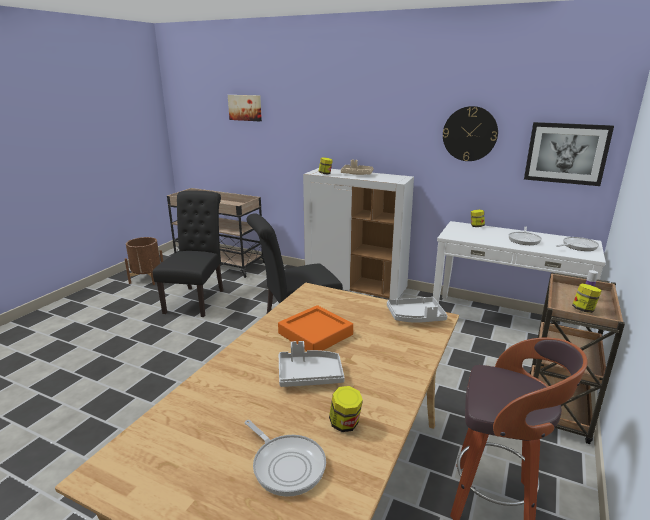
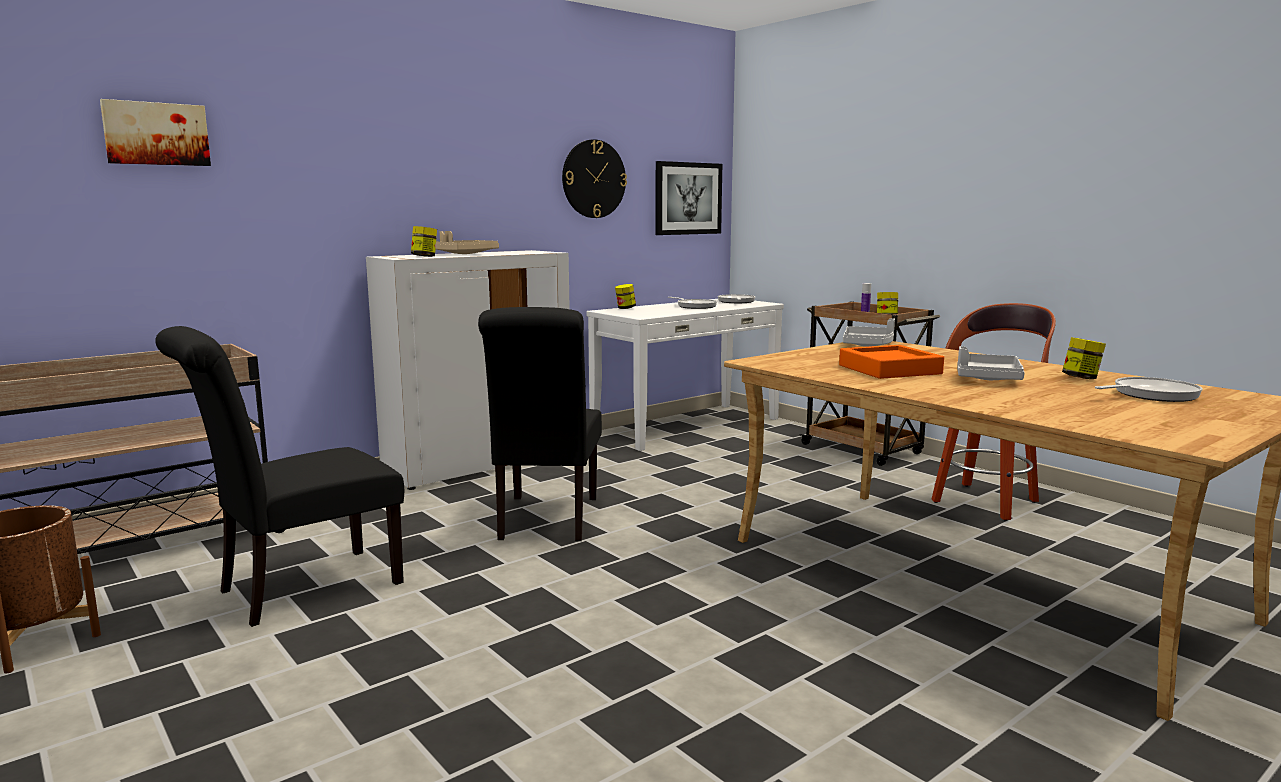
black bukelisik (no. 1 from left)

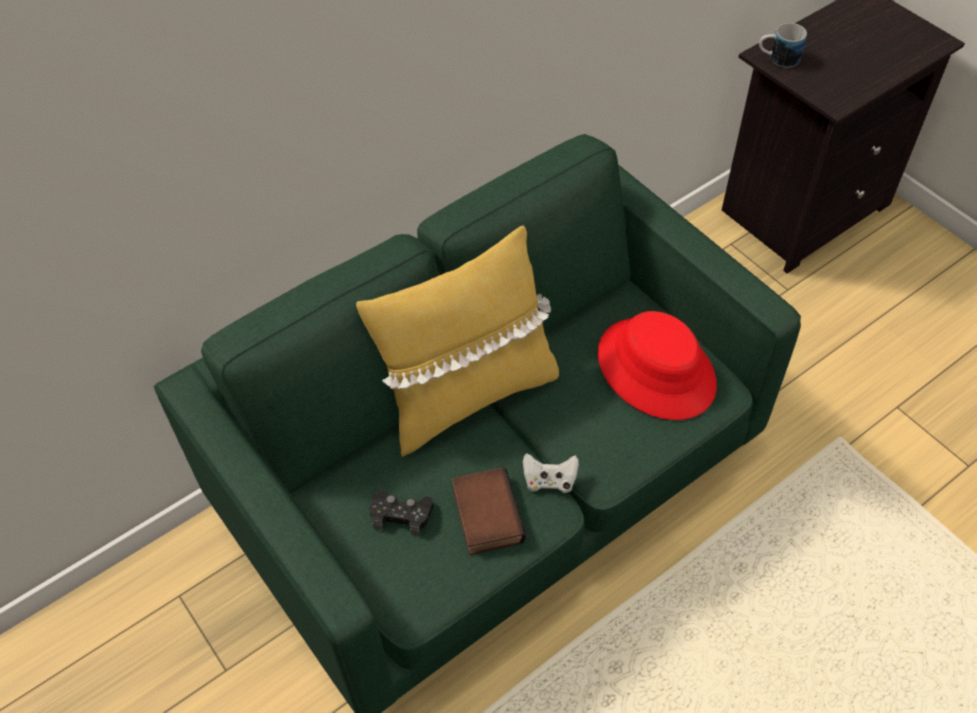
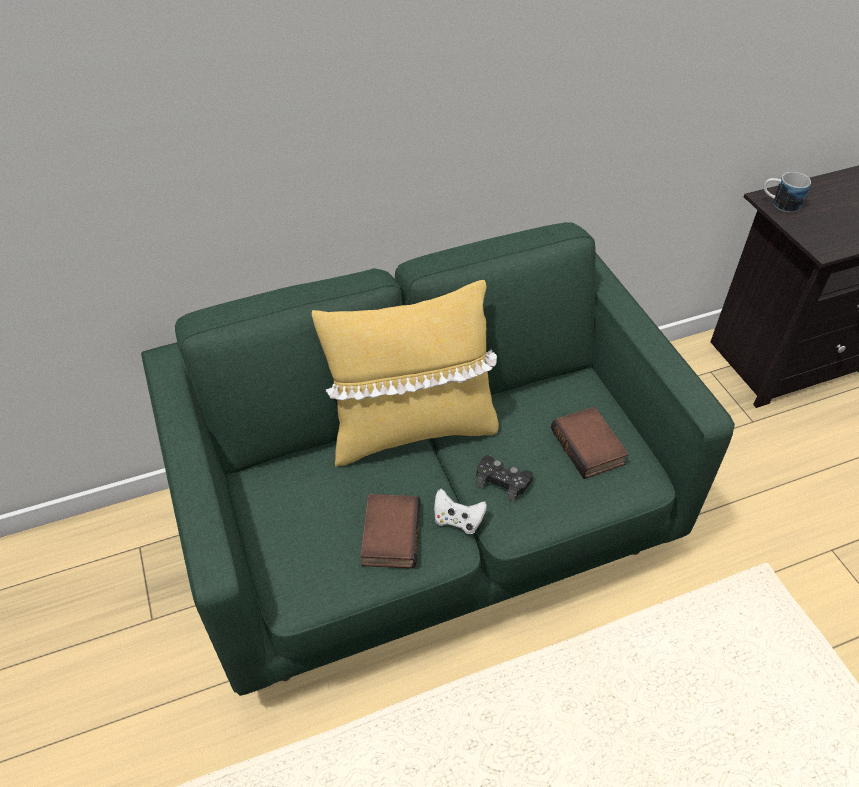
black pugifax; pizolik (no. 2 from left)

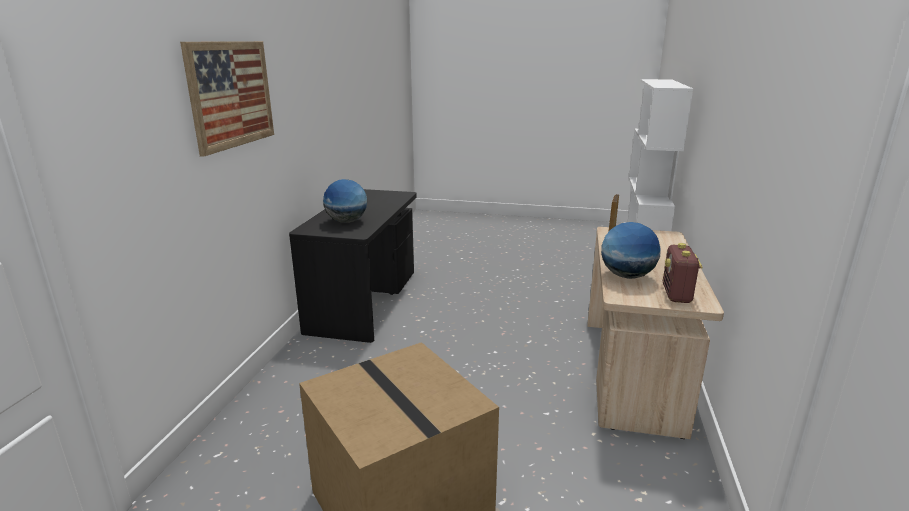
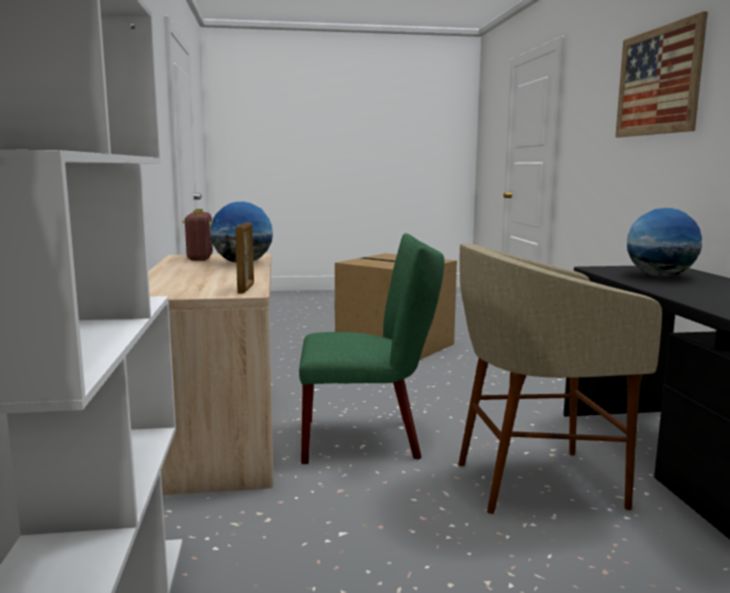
green bukelisik; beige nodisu

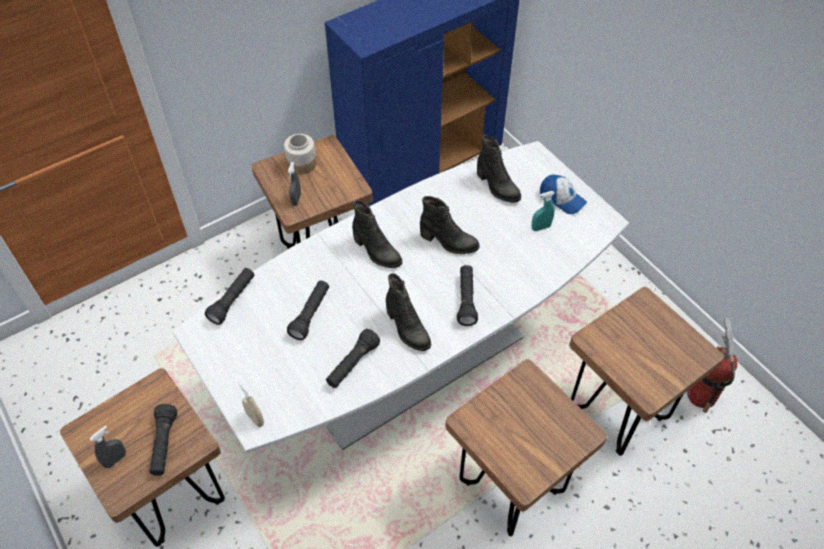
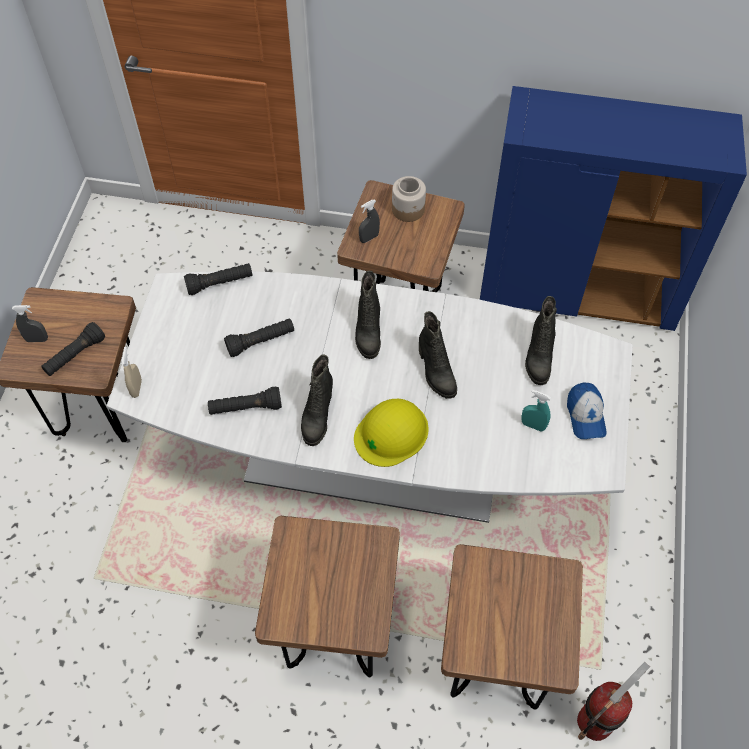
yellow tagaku

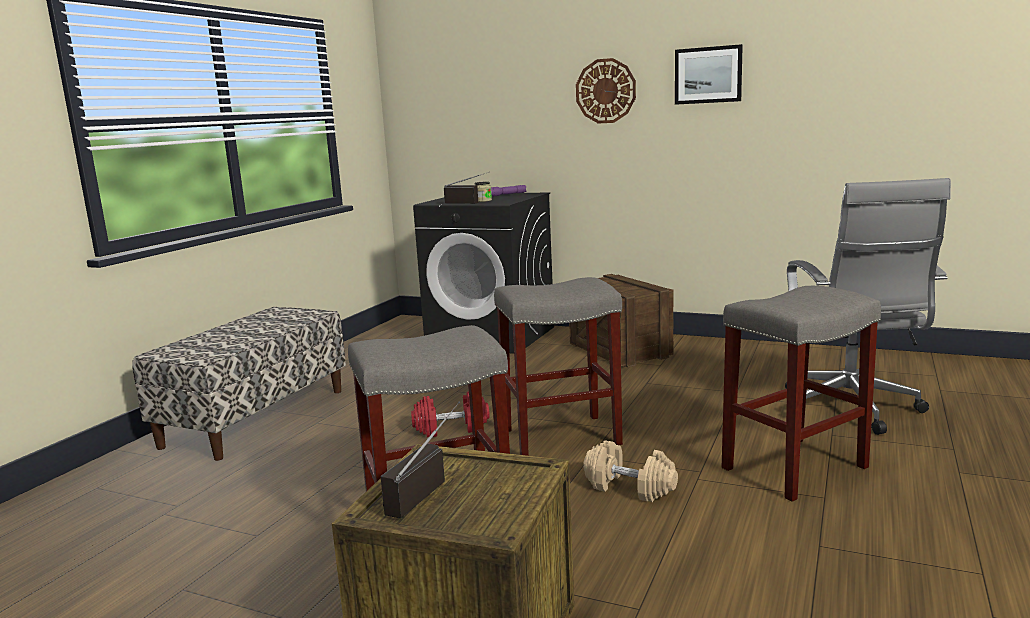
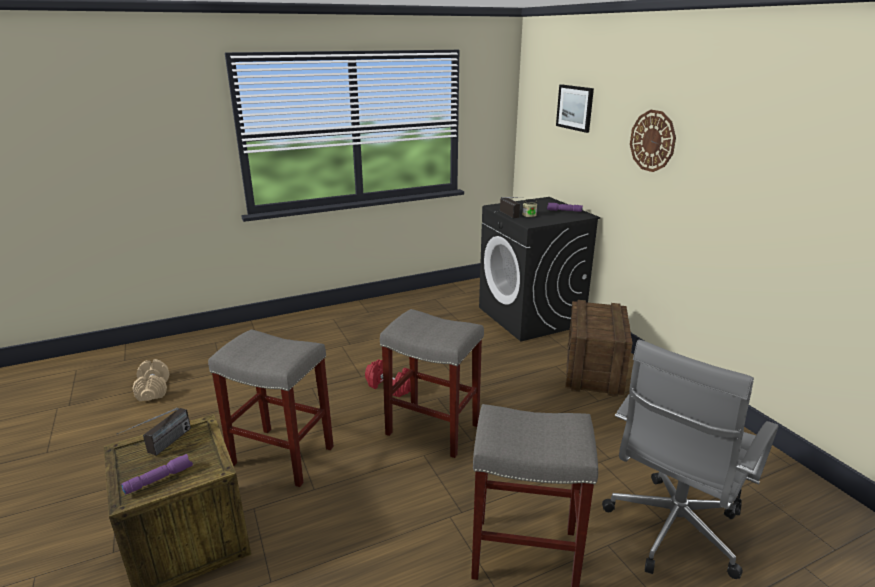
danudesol; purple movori (no. 1 from left); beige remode; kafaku; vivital (no. 1 from left)

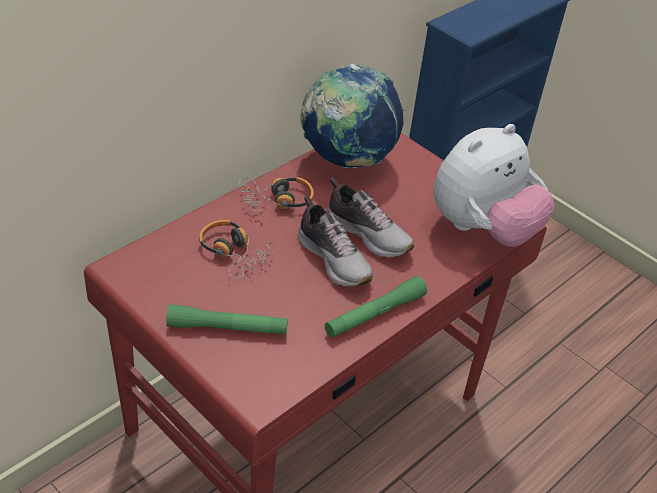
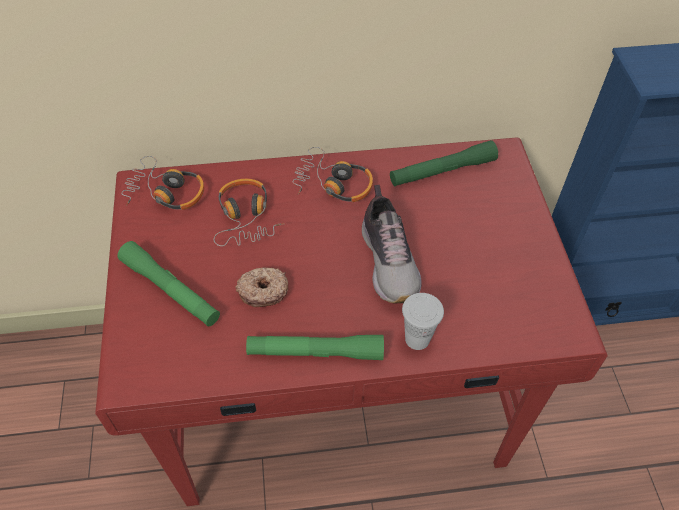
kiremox (no. 1 from left in the first image); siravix; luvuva (no. 1 from left); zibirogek; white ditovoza; green movori (no. 3 from left)

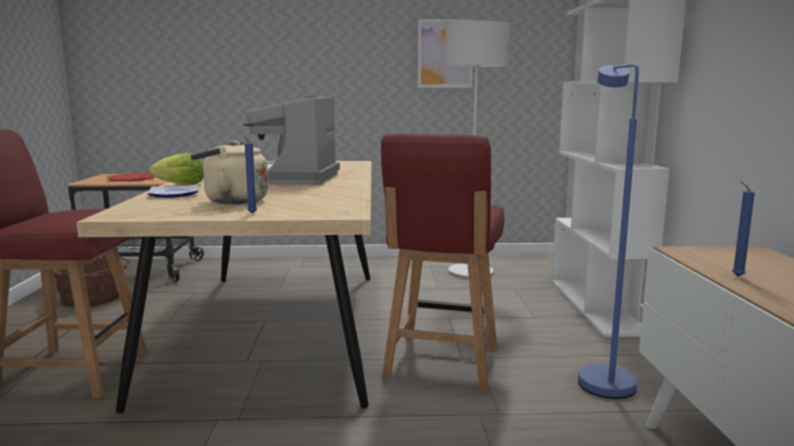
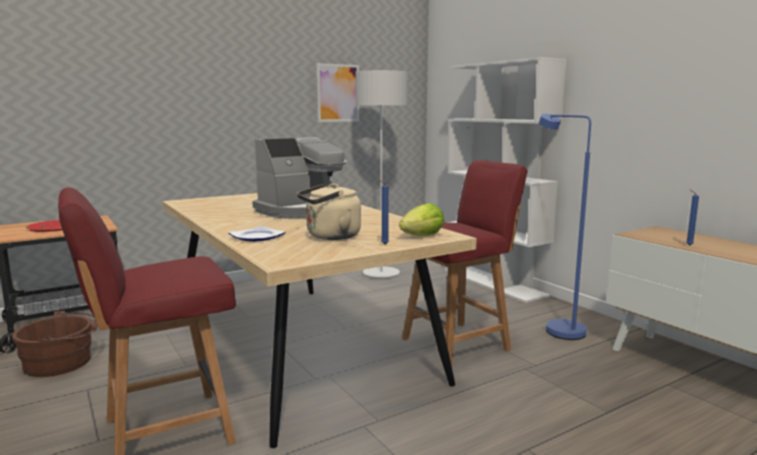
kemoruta; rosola; red bukelisik (no. 2 from left)

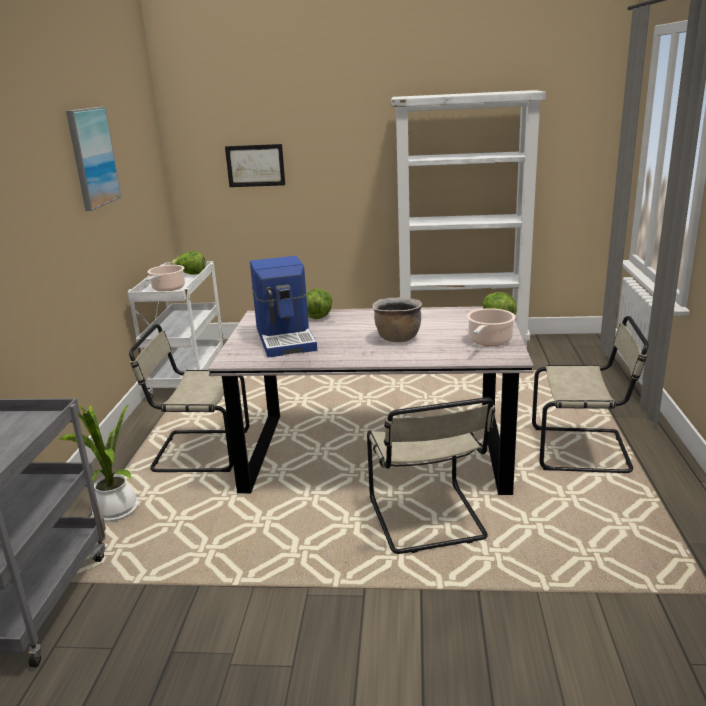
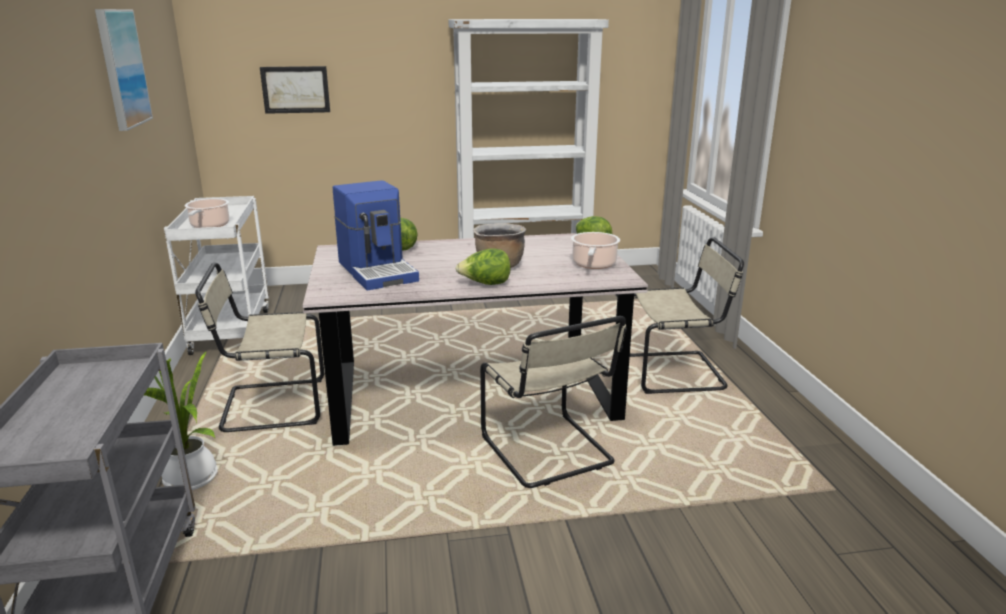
kemoruta (no. 2 from left)

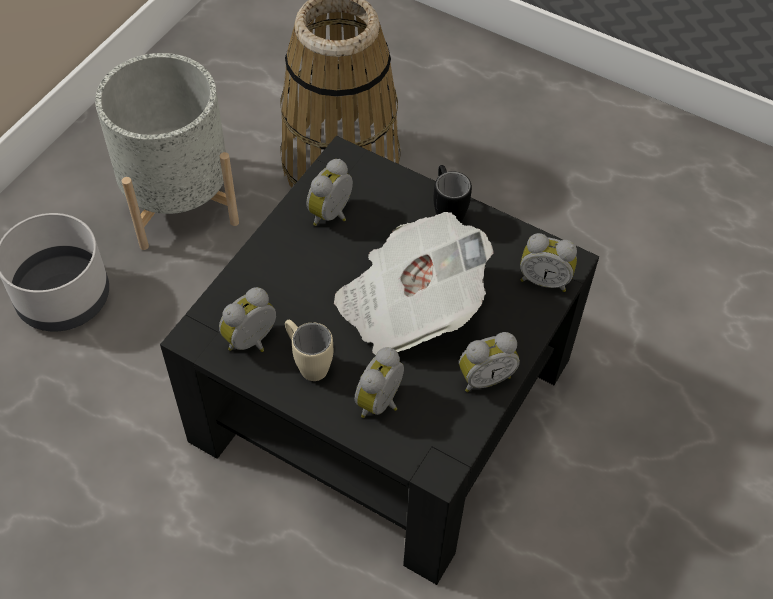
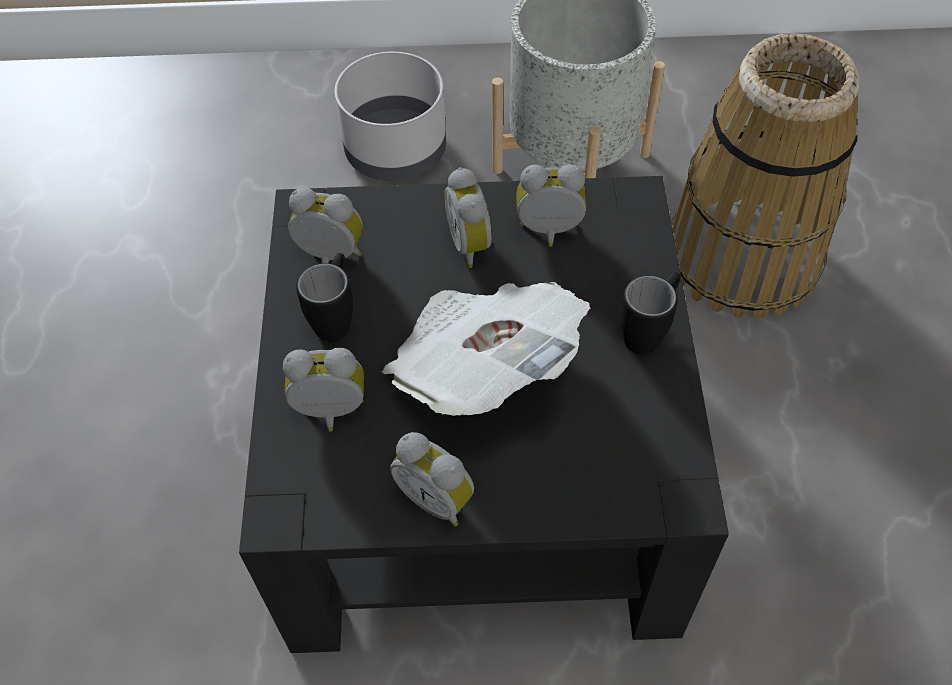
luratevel (no. 4 from left); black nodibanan (no. 1 from left)

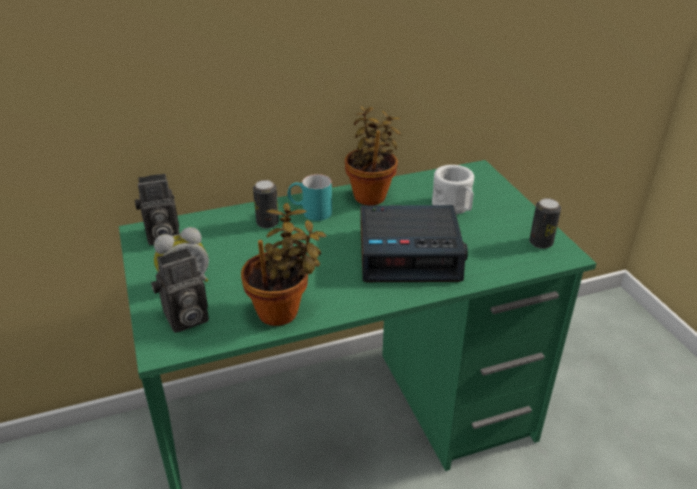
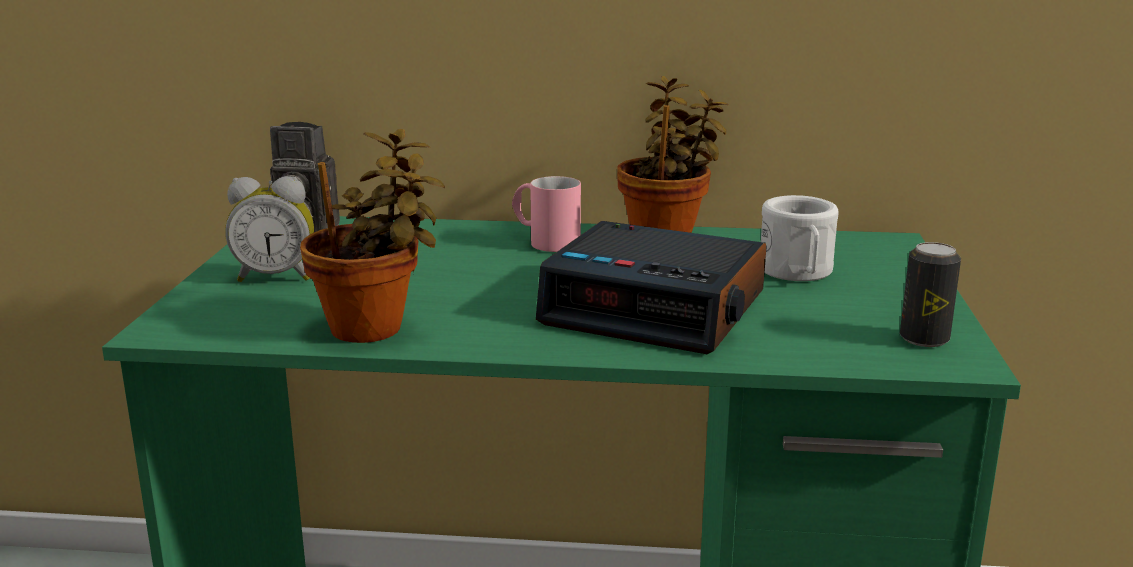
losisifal (no. 2 from left in the first image); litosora (no. 1 from left in the first image); pink nodibanan

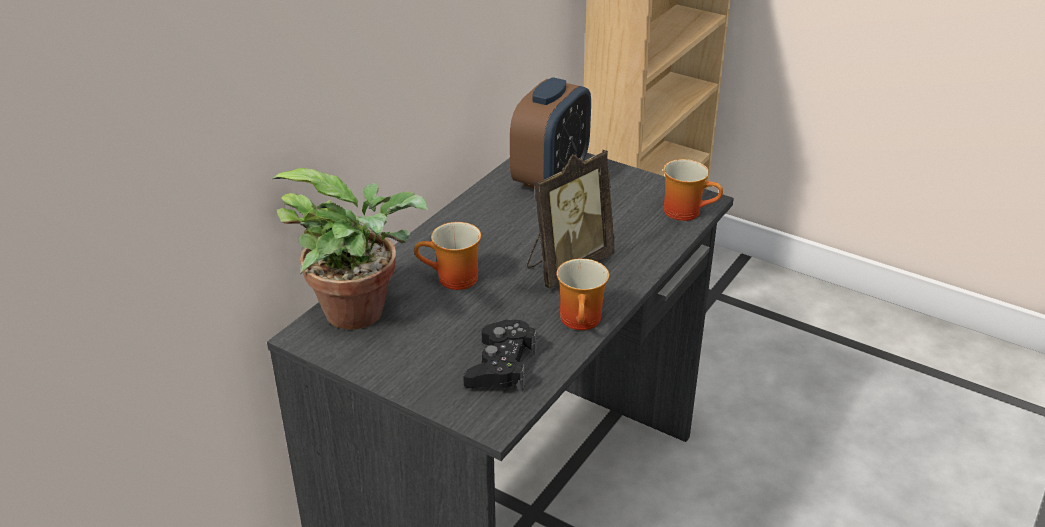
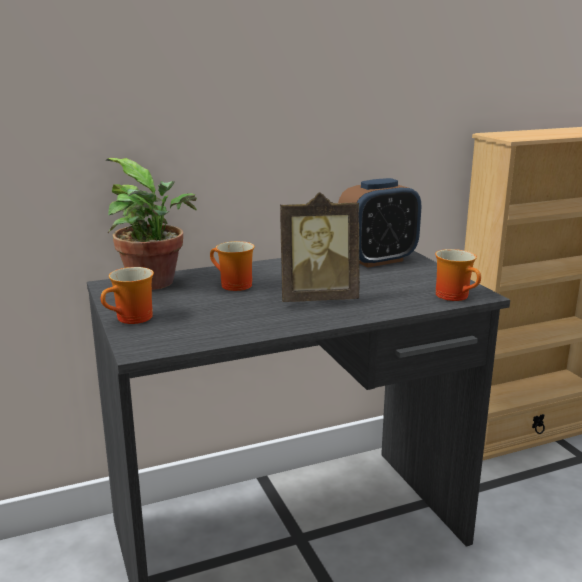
black pugifax; nodibanan (no. 1 from left)

